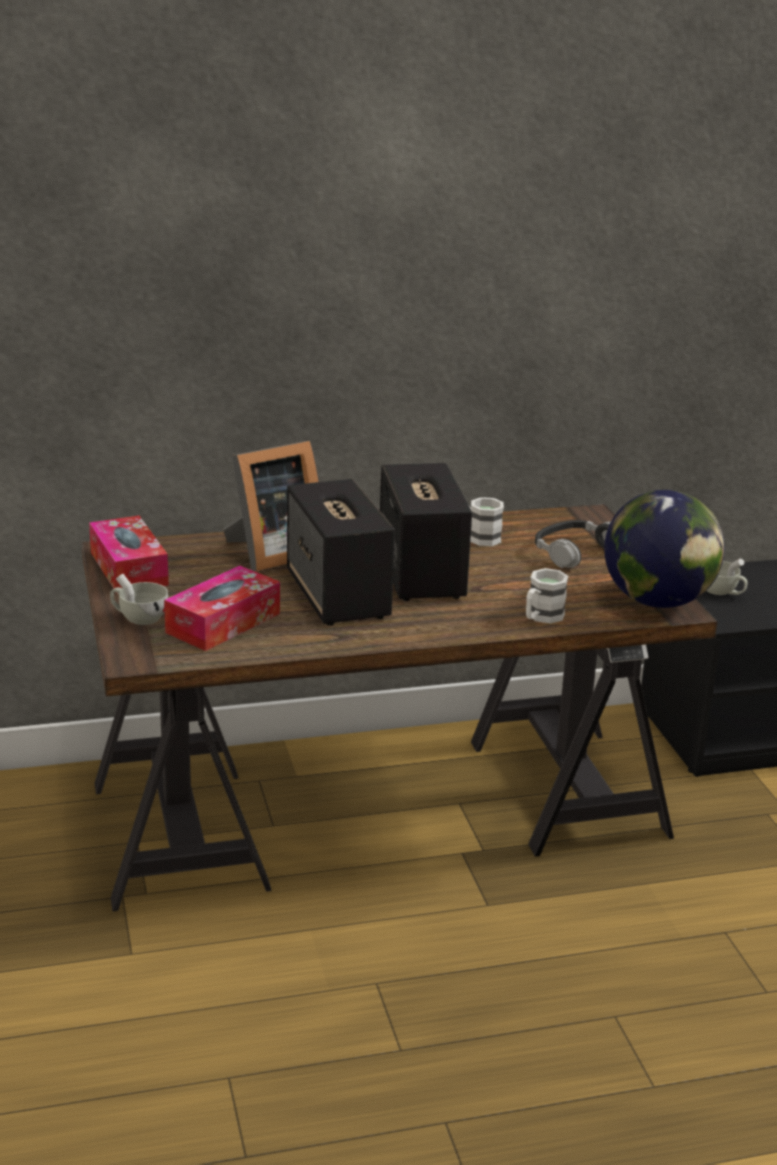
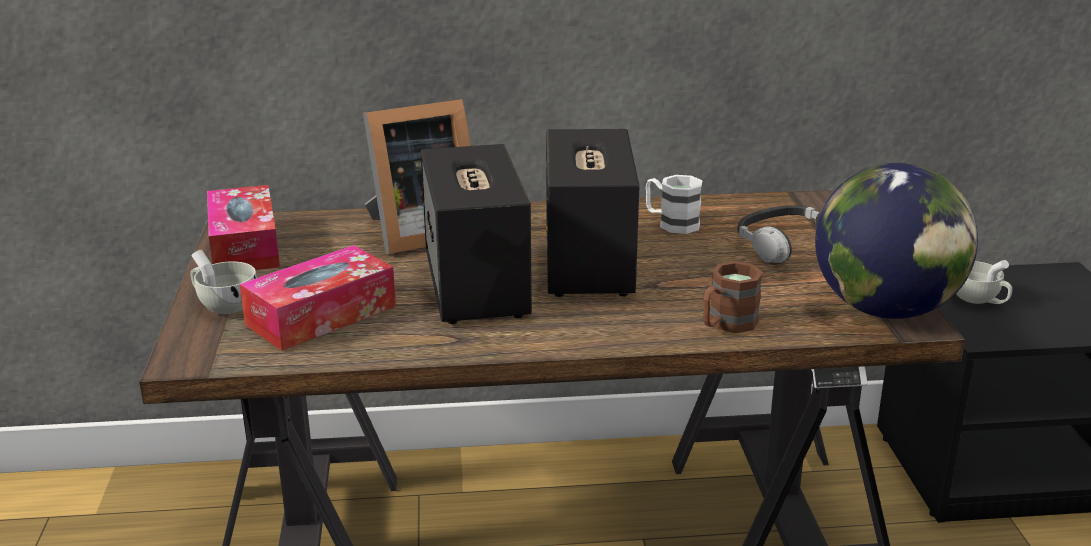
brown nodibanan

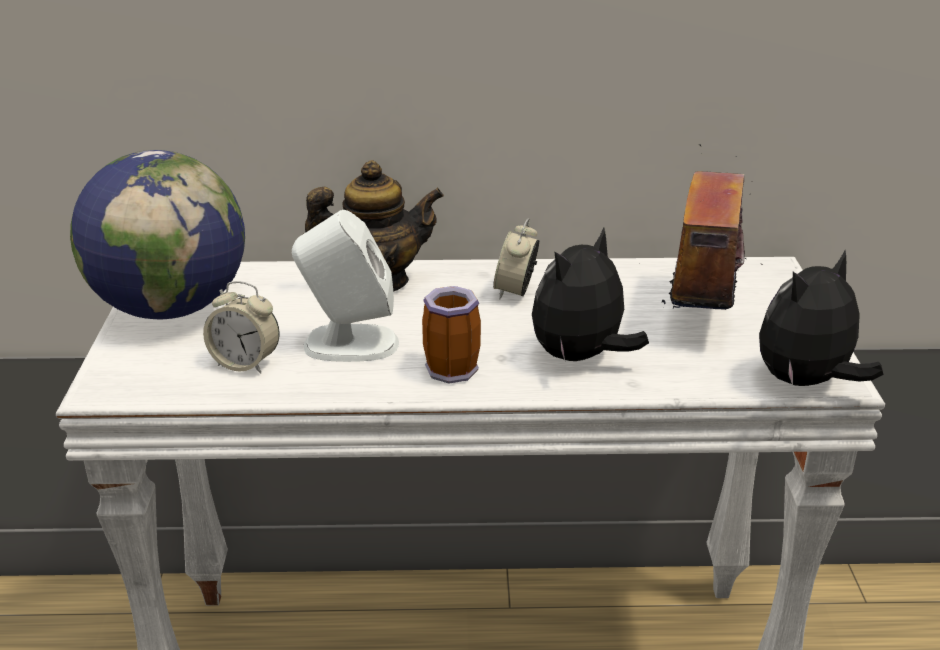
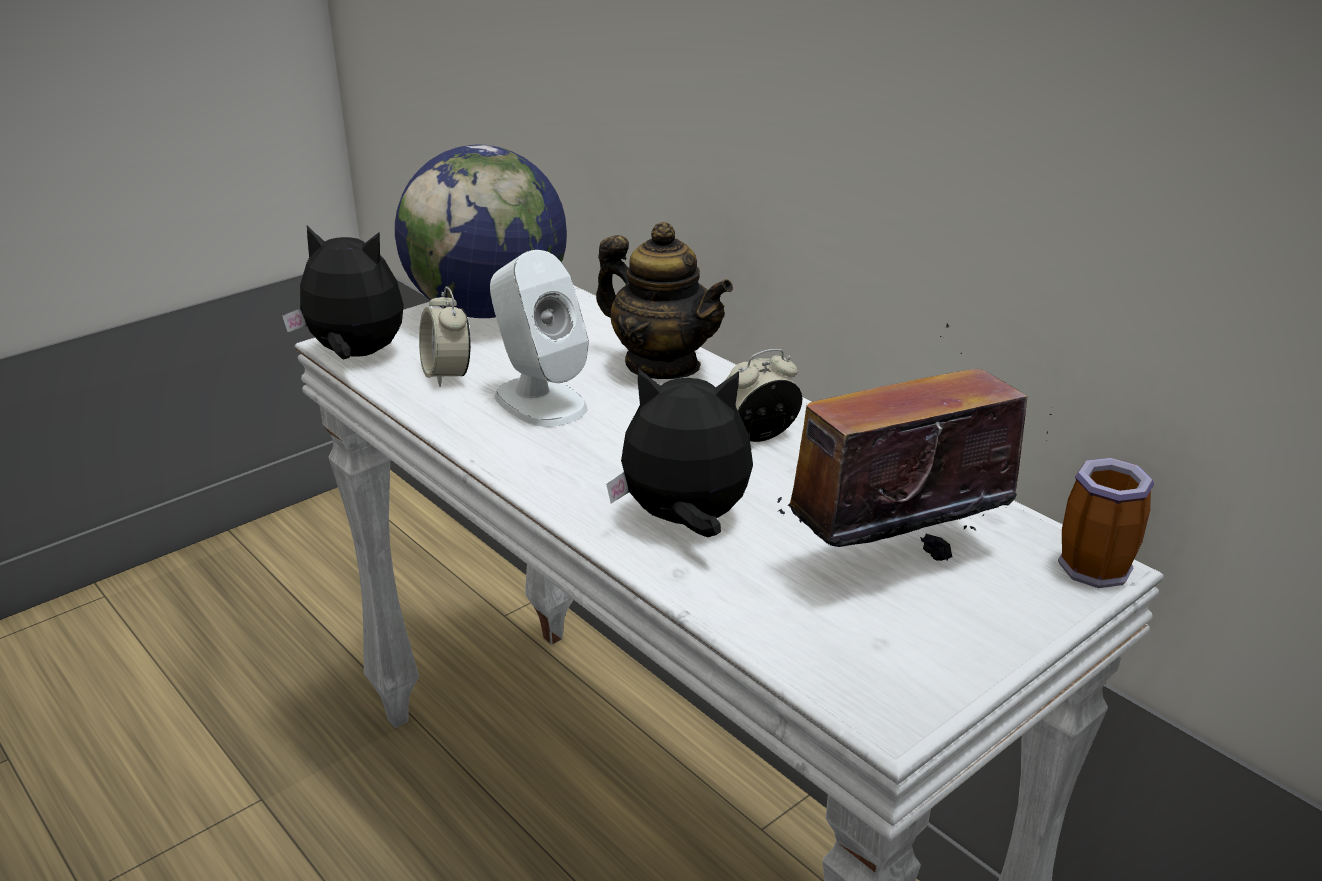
nodibanan; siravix (no. 1 from left)

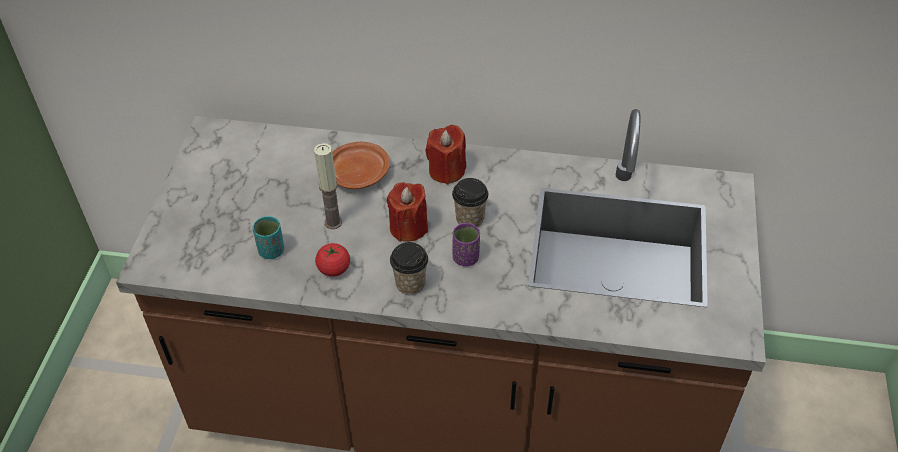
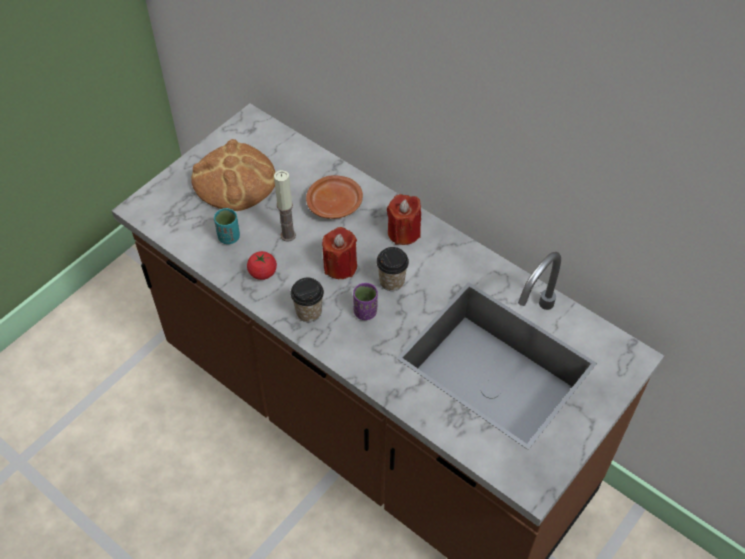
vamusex

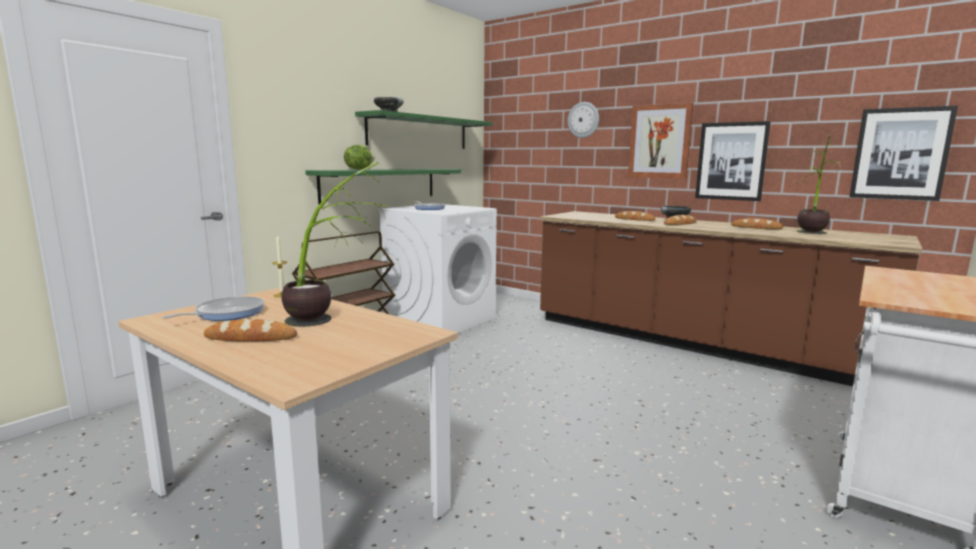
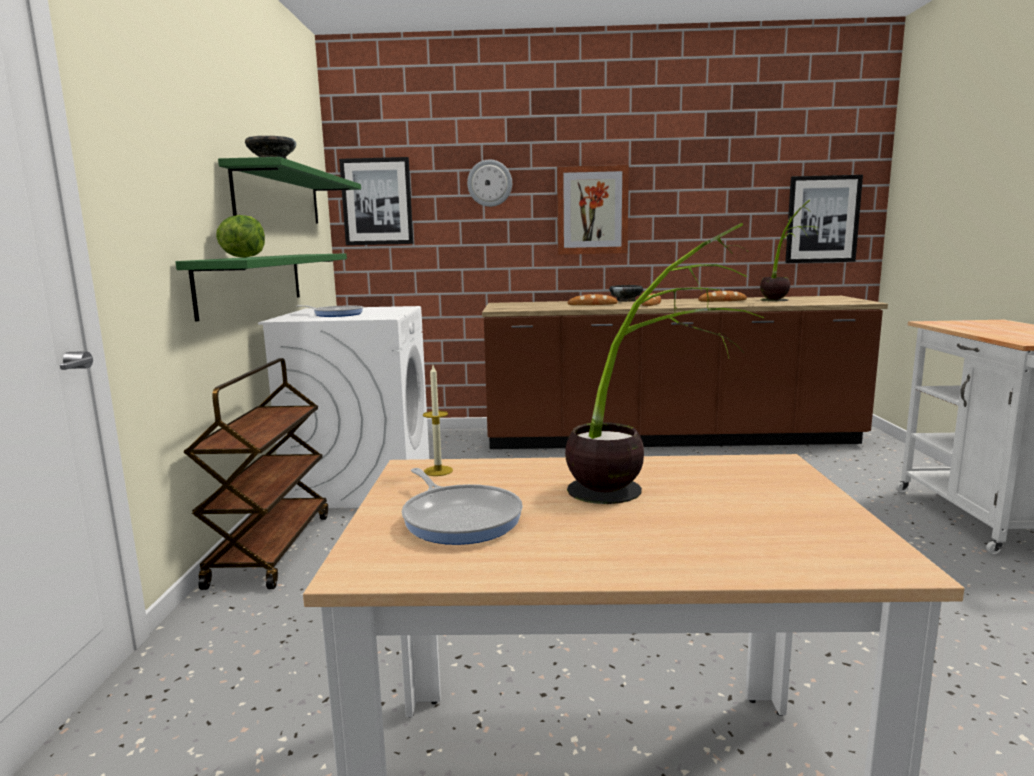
vamusex (no. 1 from left in the first image); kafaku (no. 1 from left); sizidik (no. 2 from left)

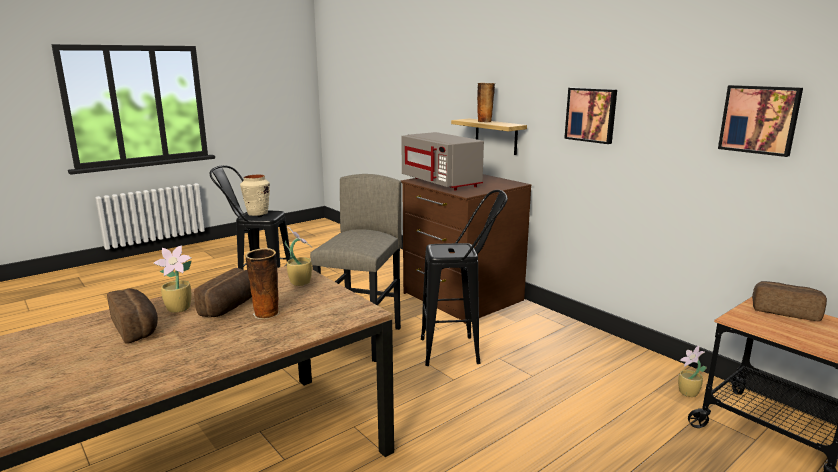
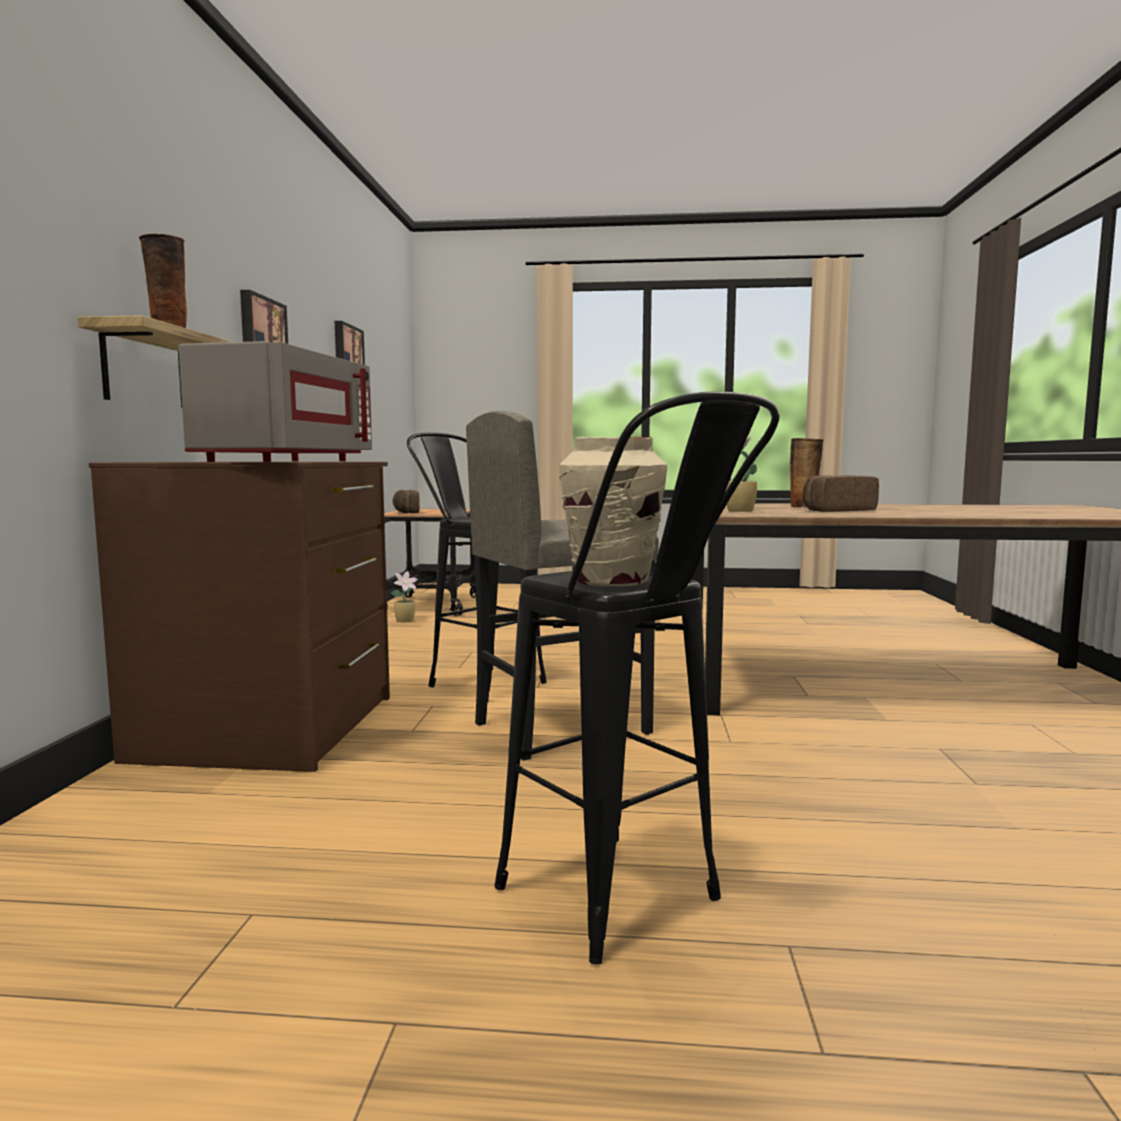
vamusex (no. 1 from left in the first image); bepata (no. 1 from left in the first image)

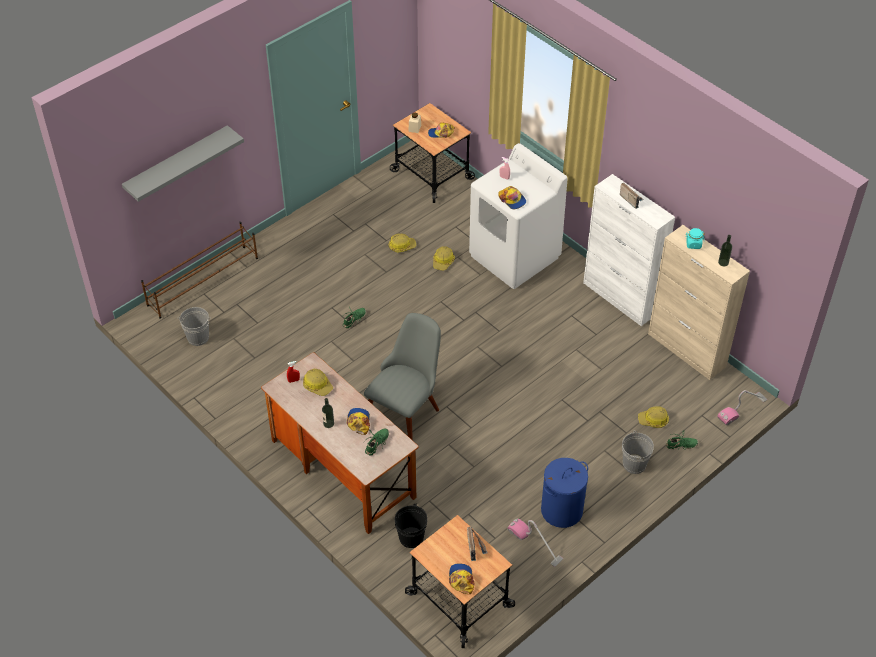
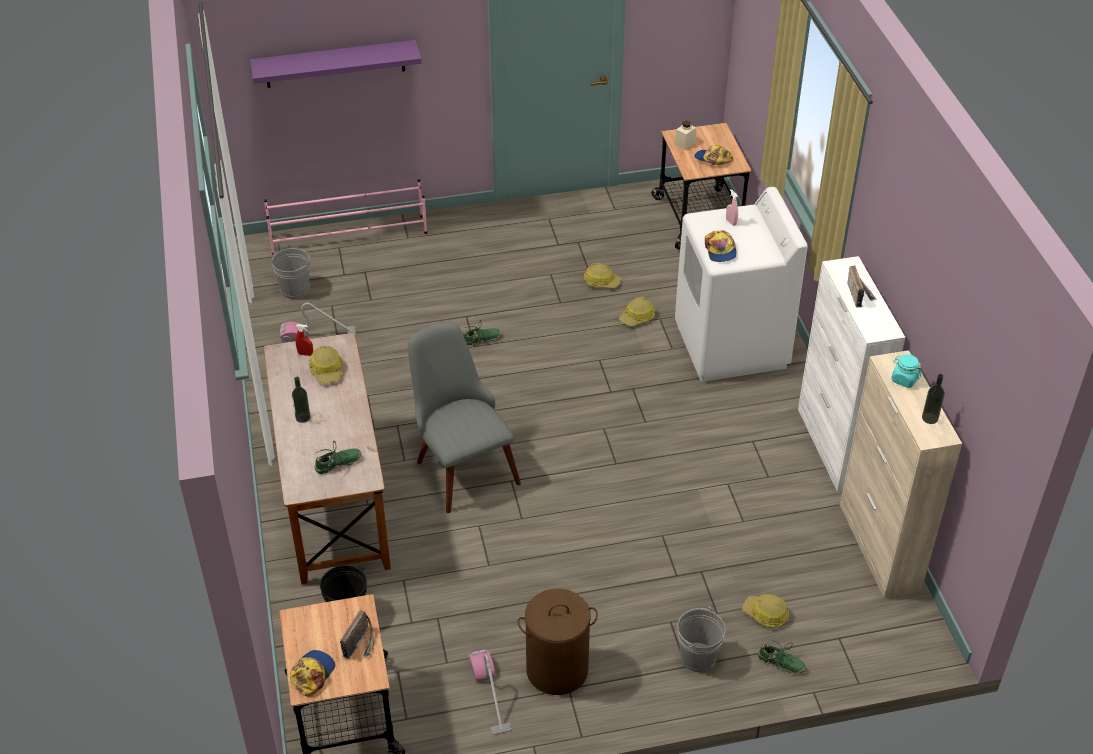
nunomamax (no. 1 from left in the first image); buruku (no. 1 from left); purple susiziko; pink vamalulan; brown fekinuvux; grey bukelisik

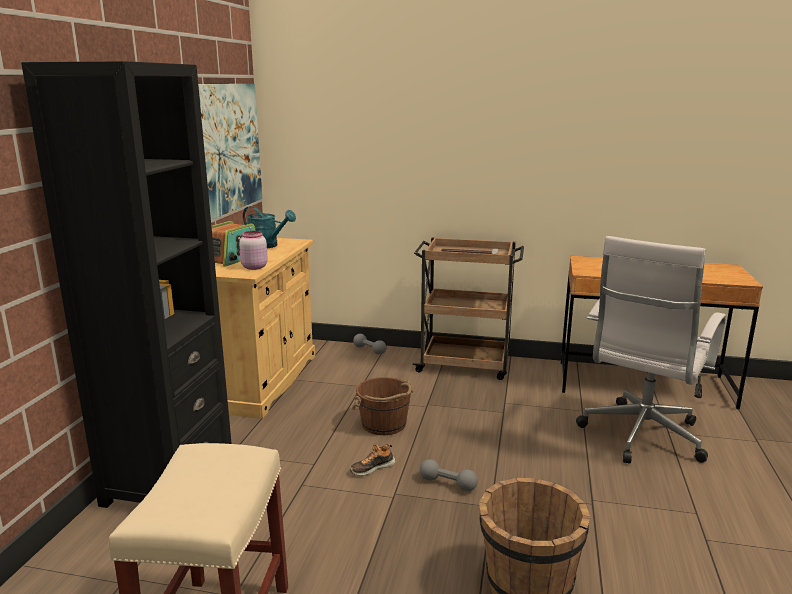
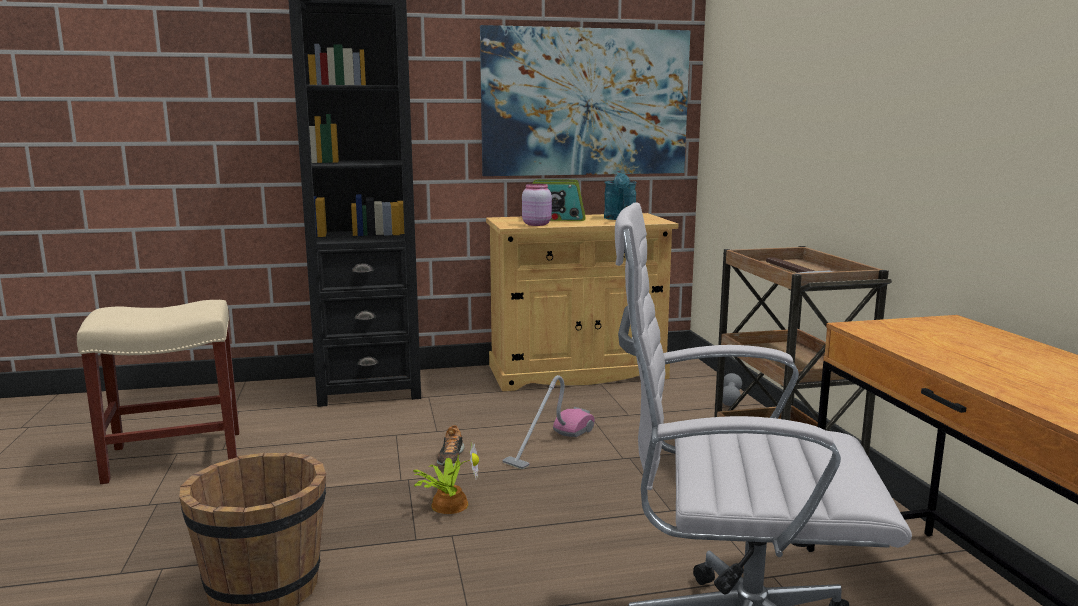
buruku; bepata; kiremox

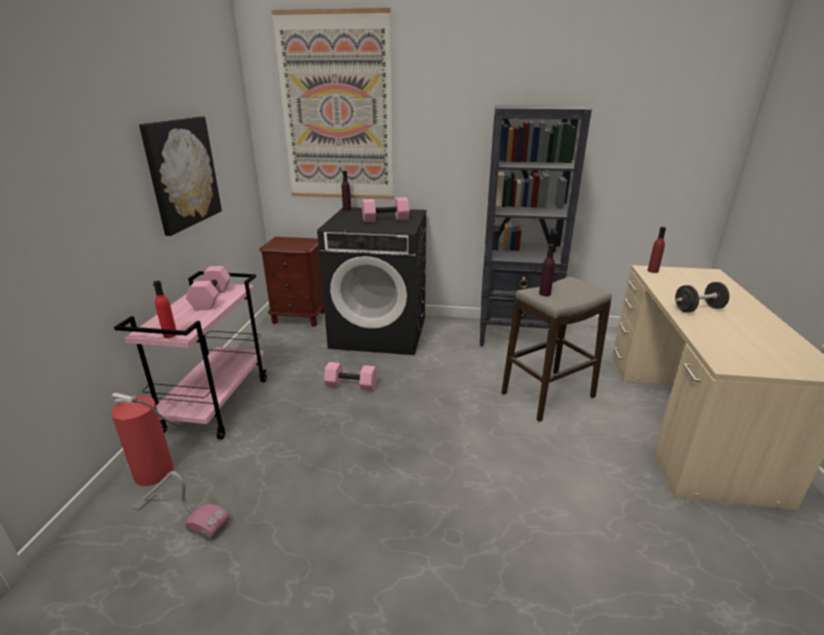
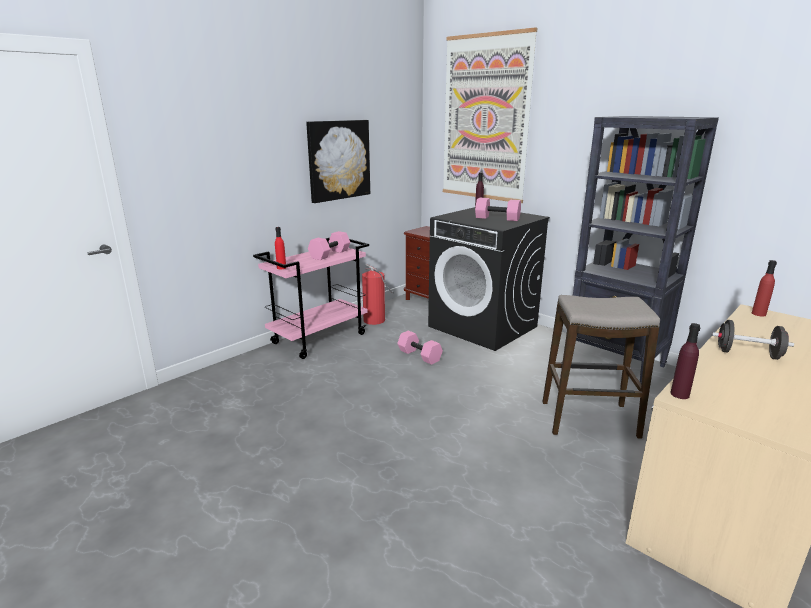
buruku; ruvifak; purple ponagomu (no. 2 from left)

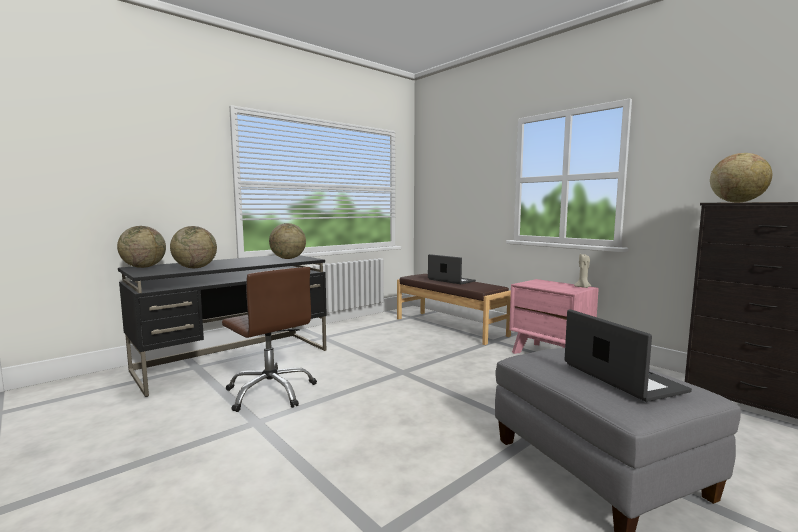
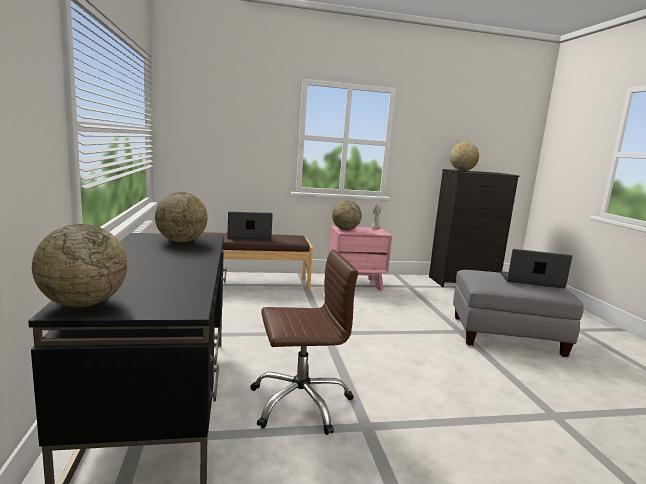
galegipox (no. 3 from left)

